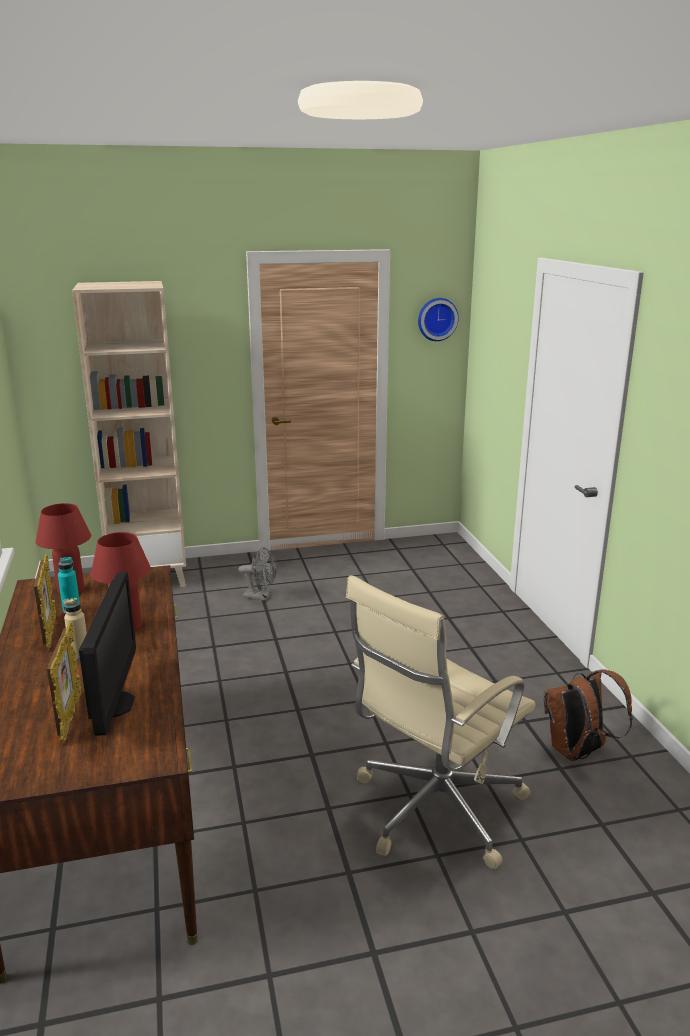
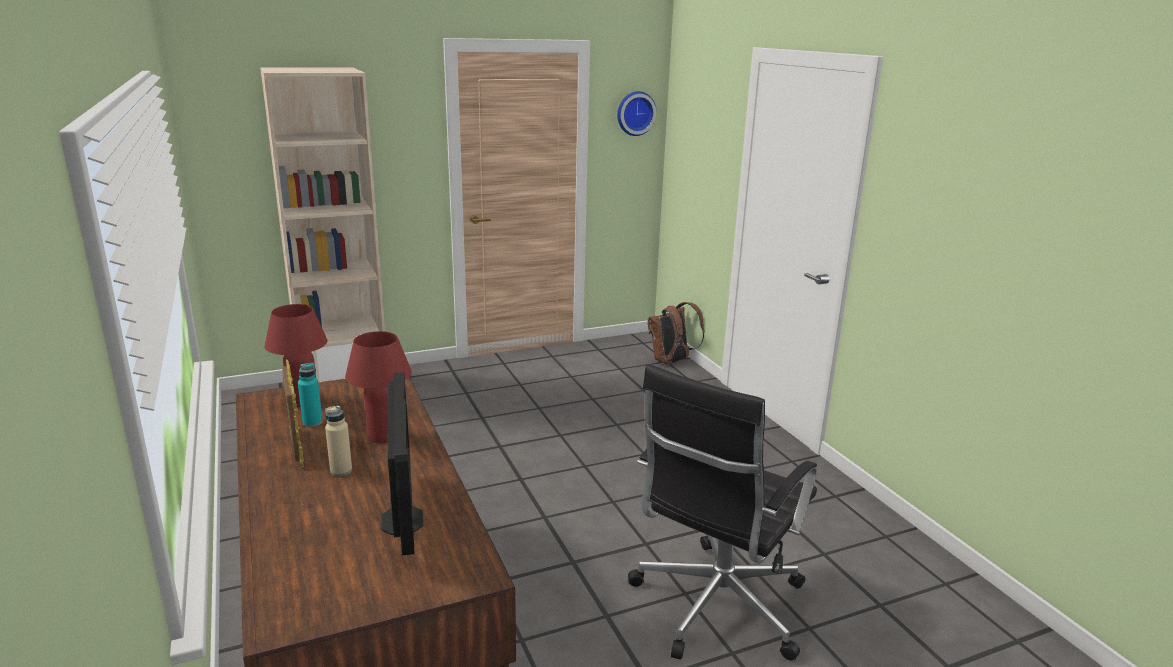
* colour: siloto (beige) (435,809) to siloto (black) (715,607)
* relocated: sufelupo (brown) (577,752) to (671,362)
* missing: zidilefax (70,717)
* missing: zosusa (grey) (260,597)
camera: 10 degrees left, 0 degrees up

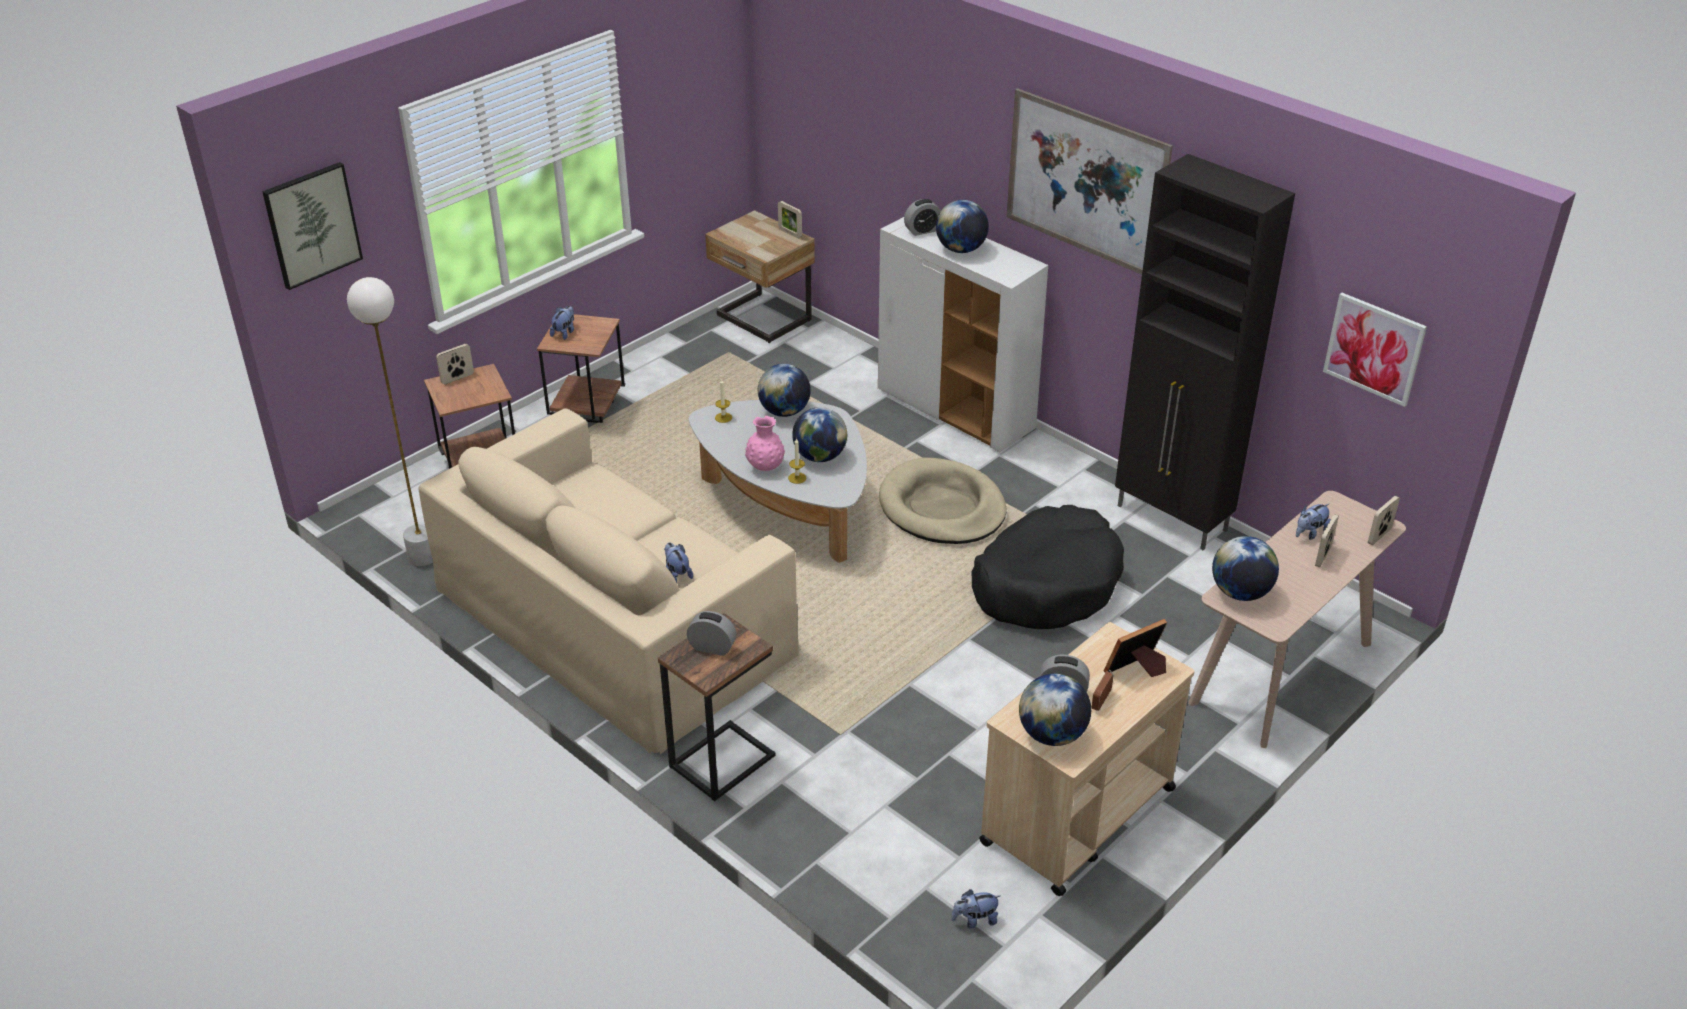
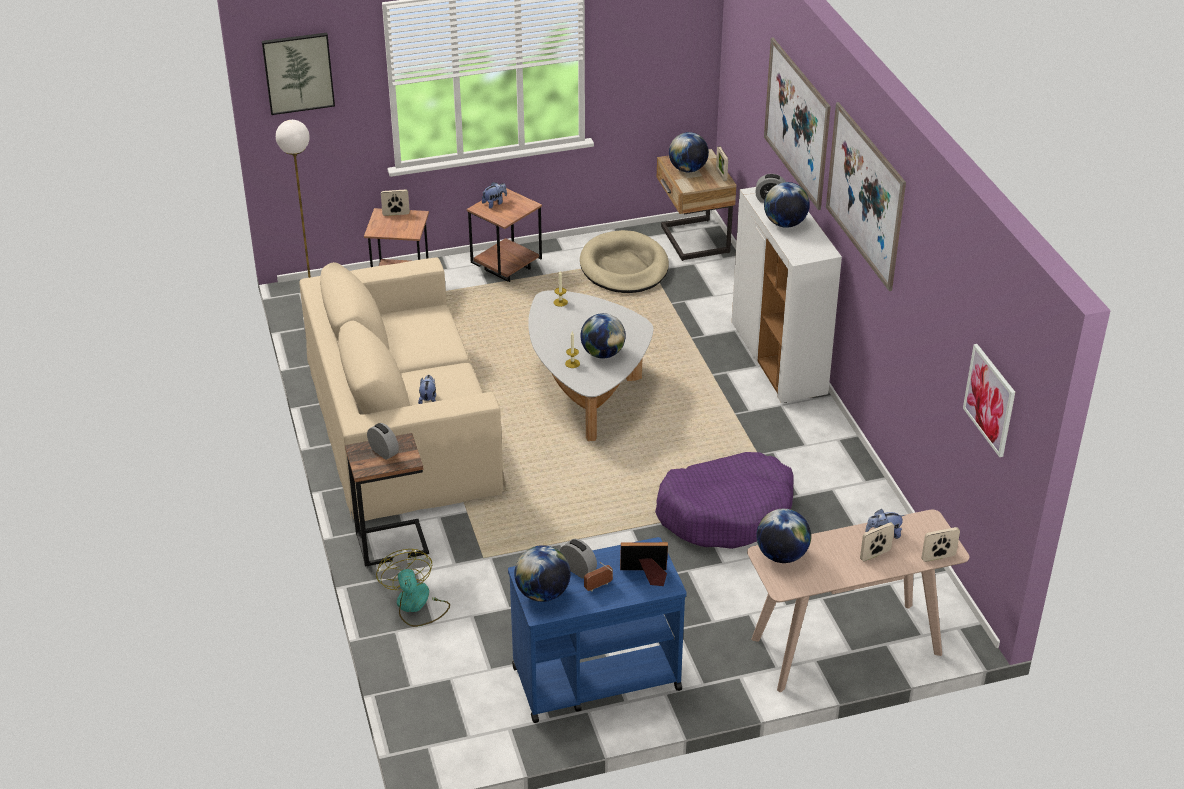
* appeared: zosusa (416,605)
* colour: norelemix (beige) (1076,816) to norelemix (blue) (595,678)
* relocated: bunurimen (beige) (942,507) to (624,267)
* colour: bunurimen (black) (1046,584) to bunurimen (purple) (726,512)
* relocated: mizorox (784,412) to (687,169)
* appeared: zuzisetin (796,122)
* missing: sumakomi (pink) (765,467)
* missing: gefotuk (975,920)
* missing: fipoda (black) (1172,519)
camera: 30 degrees right, 0 degrees up

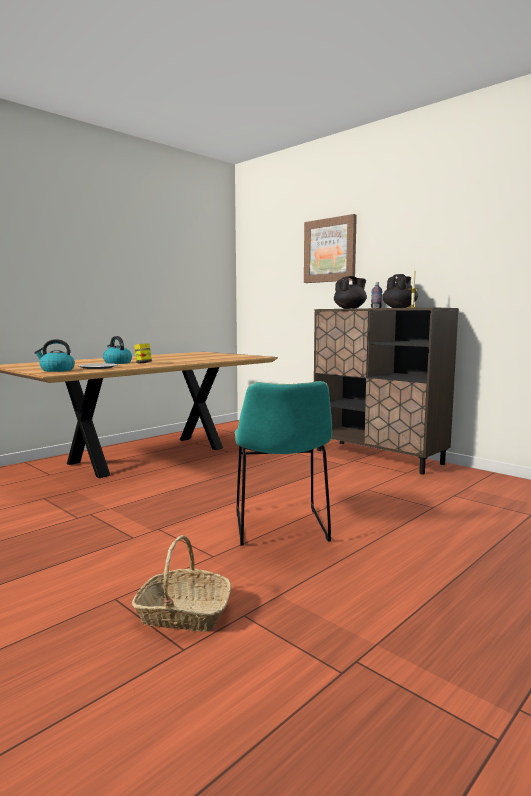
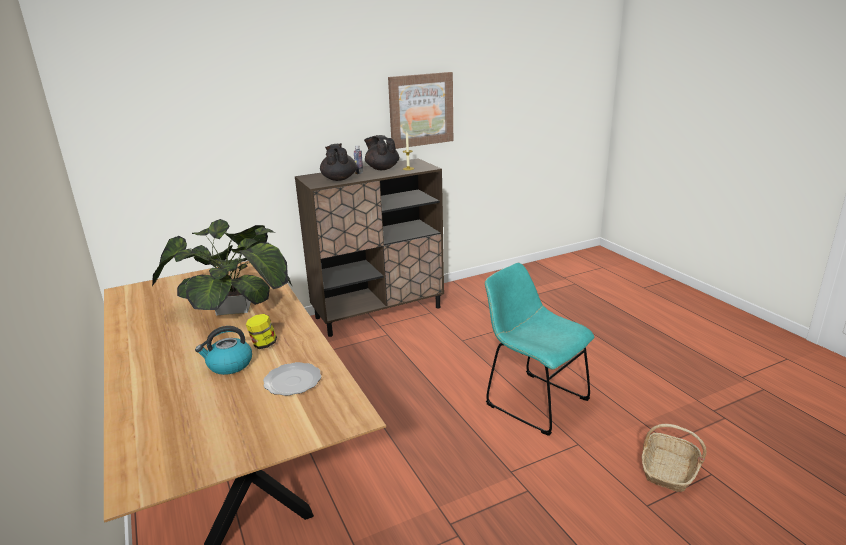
* appeared: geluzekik (234,307)
* relocated: zuzisetin (330,250) to (420,110)
* spun: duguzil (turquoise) (281,529) = (532,400) 150 degrees counterclockwise
* missing: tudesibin (56,370)
camera: 70 degrees left, 15 degrees up

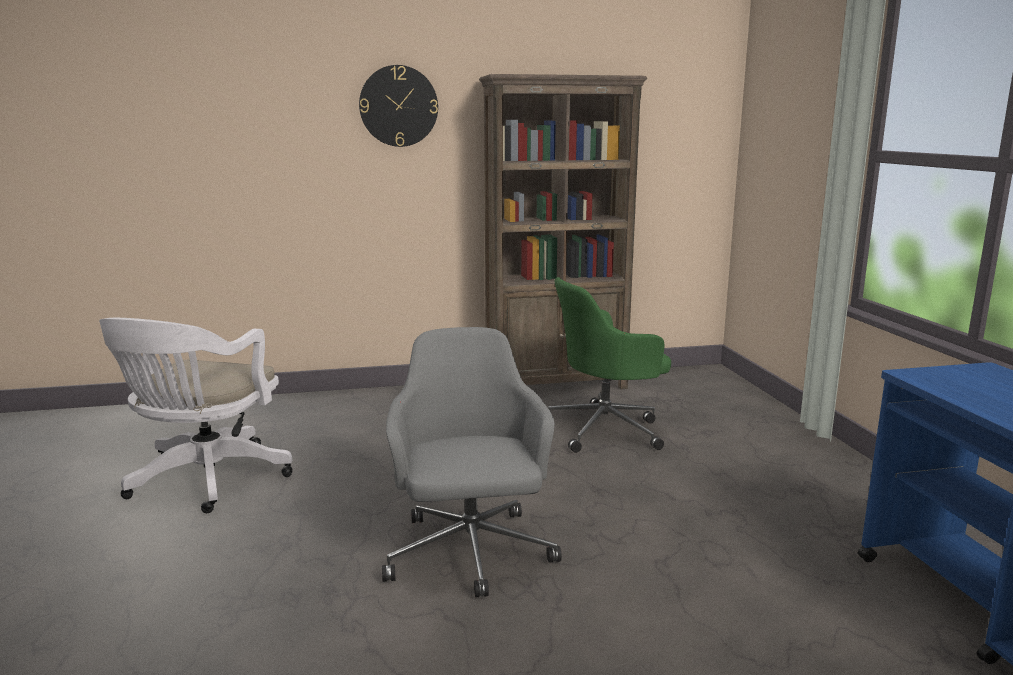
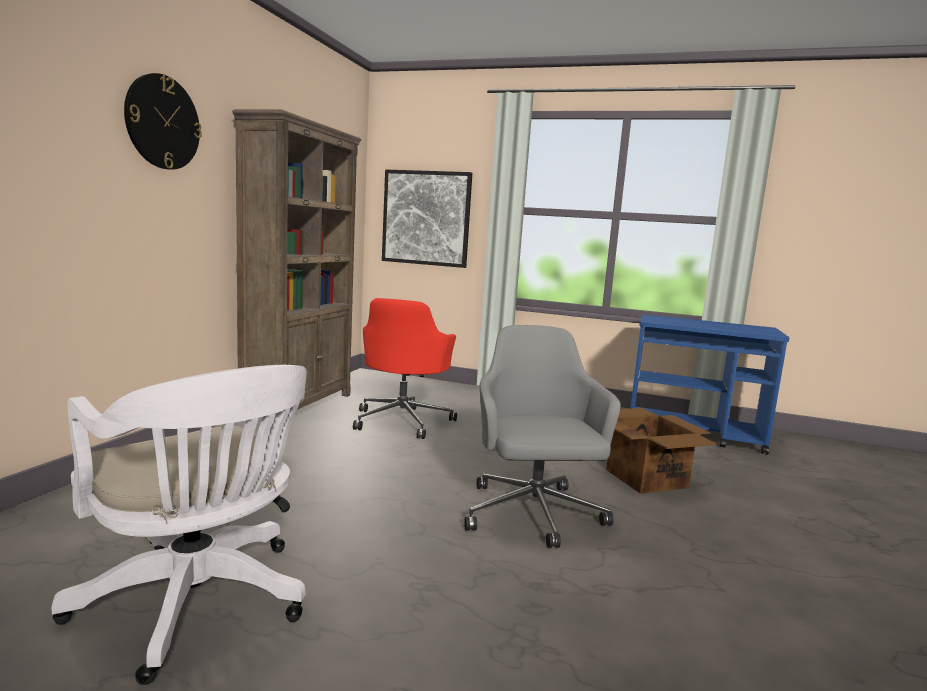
* colour: siloto (green) (606,429) to siloto (red) (403,420)
* appeared: zuzisetin (426,218)
* spun: siloto (grey) (470,554) = (533,515) 60 degrees clockwise
* appeared: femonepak (646,478)
camera: 60 degrees left, 5 degrees down

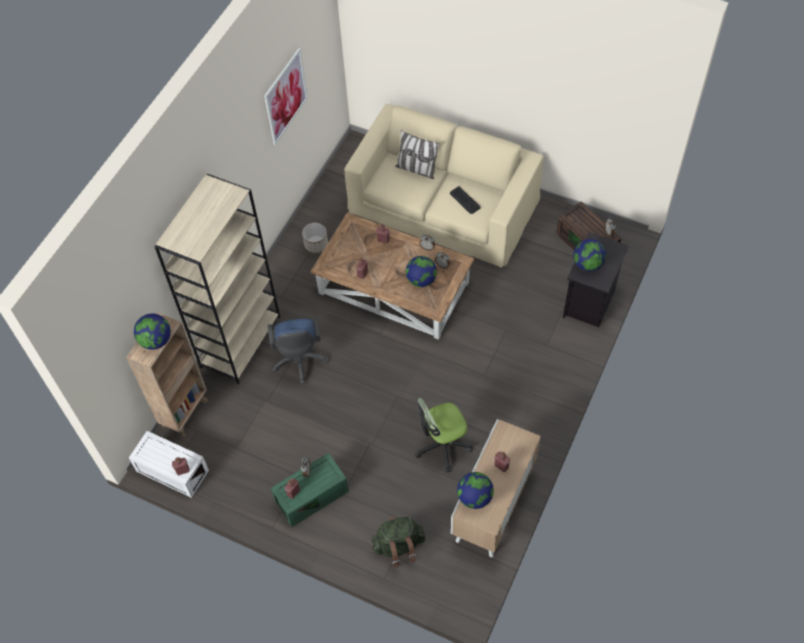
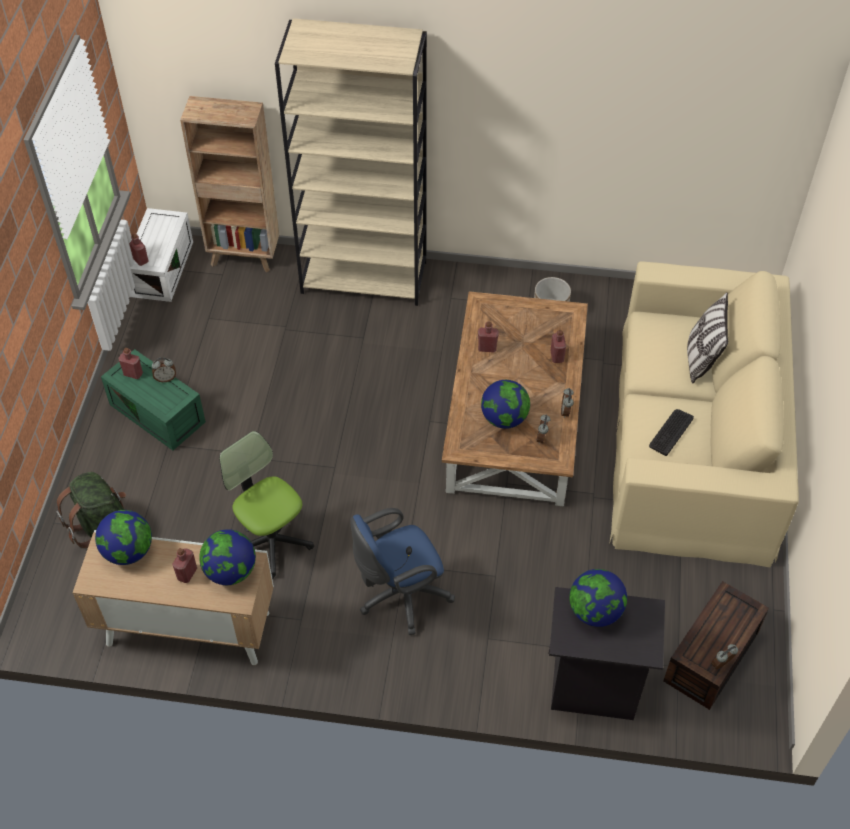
* relocated: mizorox (156,340) to (230,571)
* relocated: siloto (blue) (299,361) to (400,596)
* missing: zuzisetin (285,96)
camera: 70 degrees right, 5 degrees down

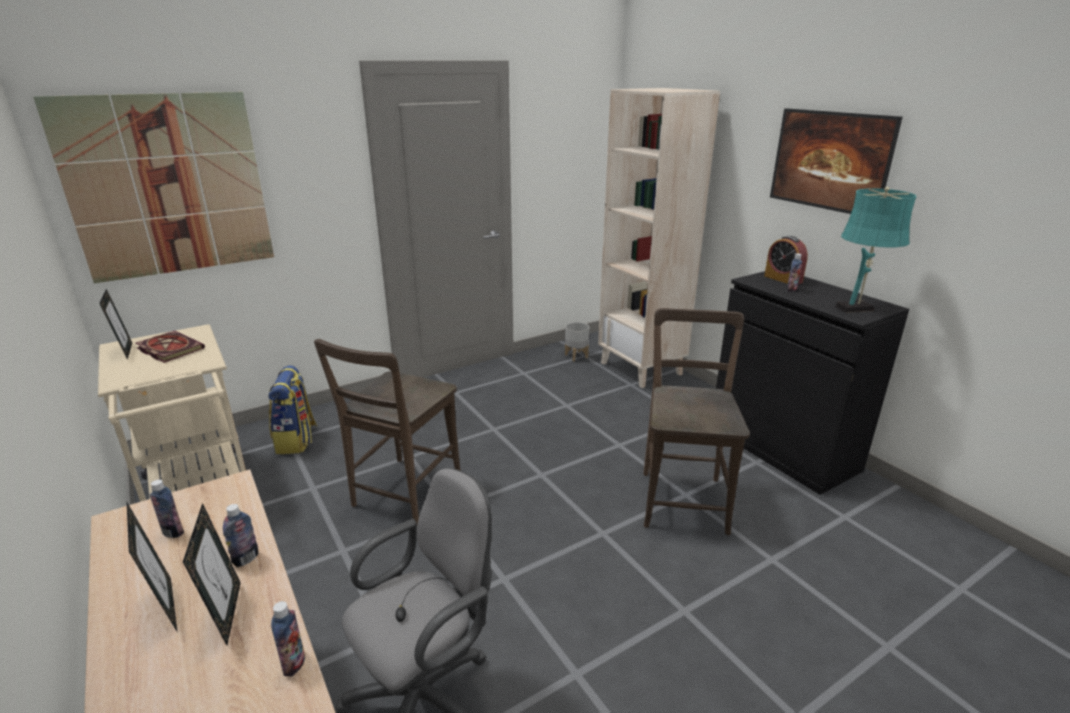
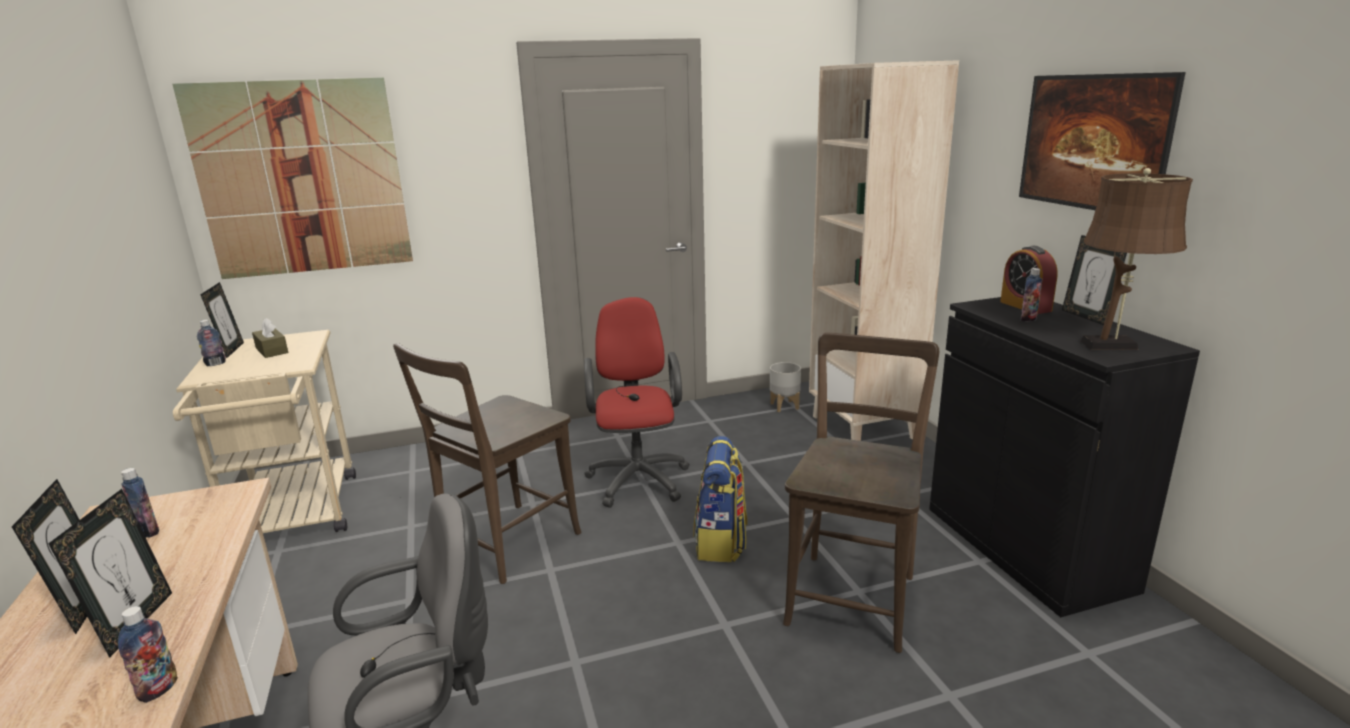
* relocated: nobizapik (246,559) to (215,364)
* exchanged: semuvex (168,349) to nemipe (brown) (272,350)
* appeared: siloto (red) (638,477)
* relocated: sufelupo (296,440) to (721,542)
* appeared: zidilefax (1087,317)
* colour: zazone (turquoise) (857,308) to zazone (brown) (1114,345)
camera: 15 degrees right, 5 degrees down

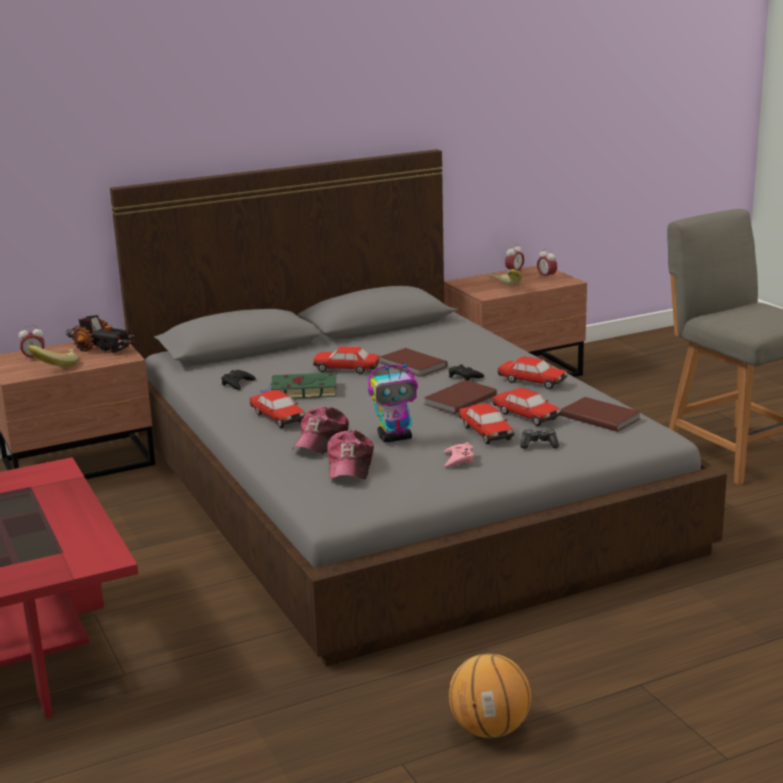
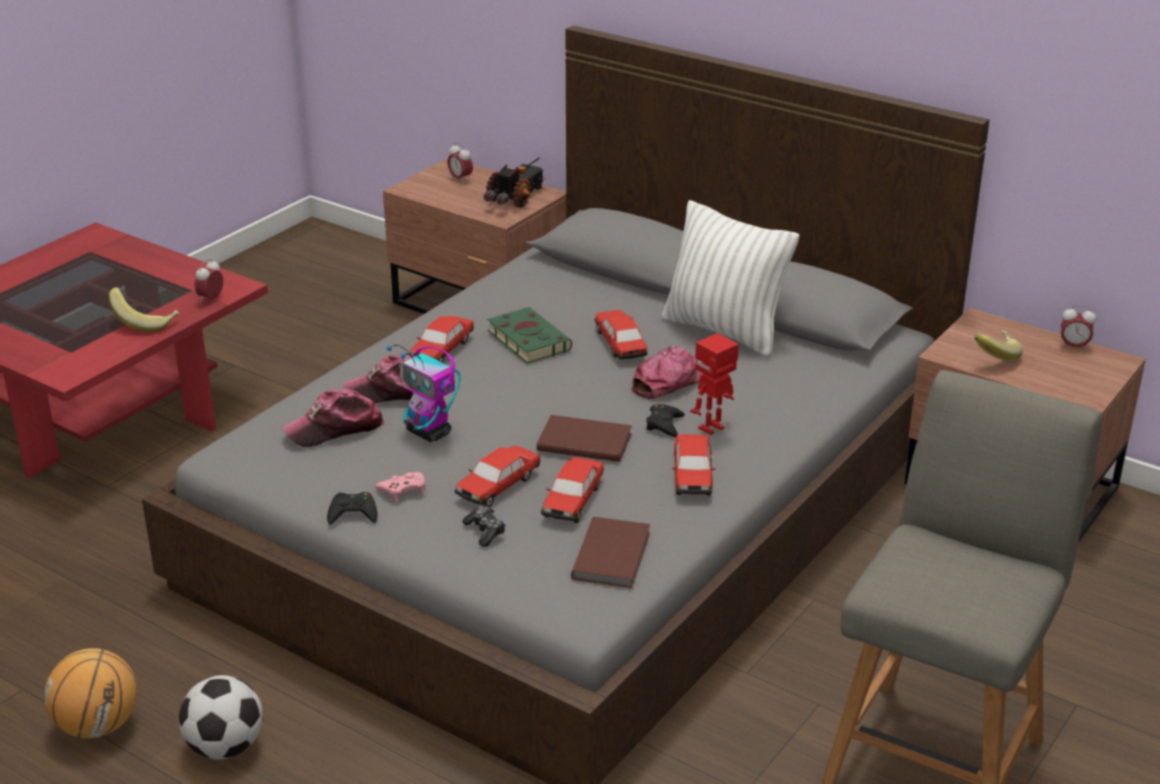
* relocated: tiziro (56,366) to (146,323)
* appeared: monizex (225,747)
* relocated: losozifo (546,277) to (211,299)
* relocated: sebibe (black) (237,383) to (353,513)
* spun: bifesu (102,348) = (516,198) 150 degrees counterclockwise
* exchanged: semuvex (brown) (412,365) to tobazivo (672,380)
* appeared: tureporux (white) (724,331)
* appeared: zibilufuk (712,429)
camera: 60 degrees right, 10 degrees up

